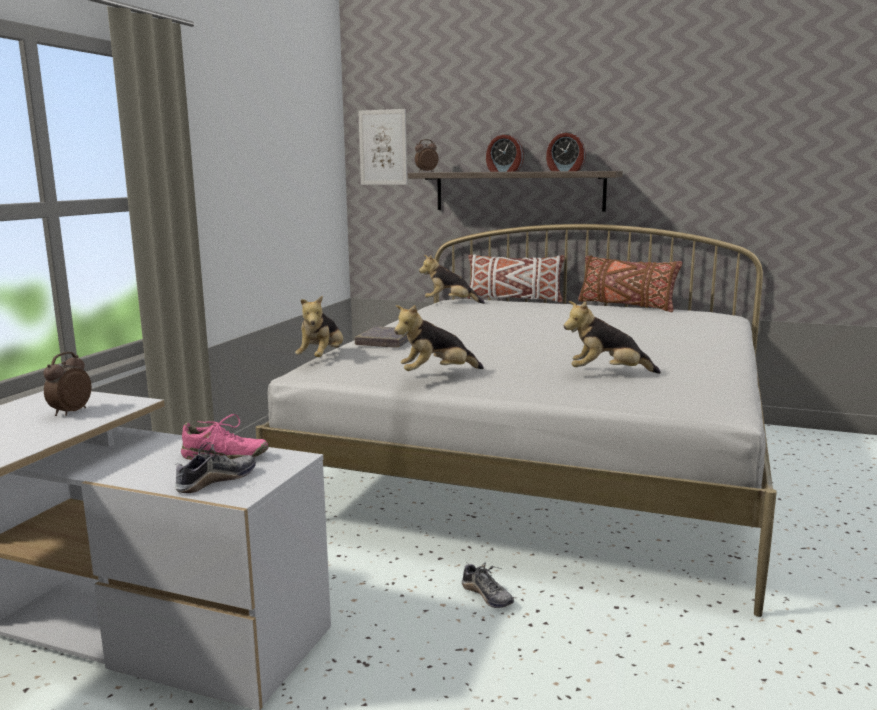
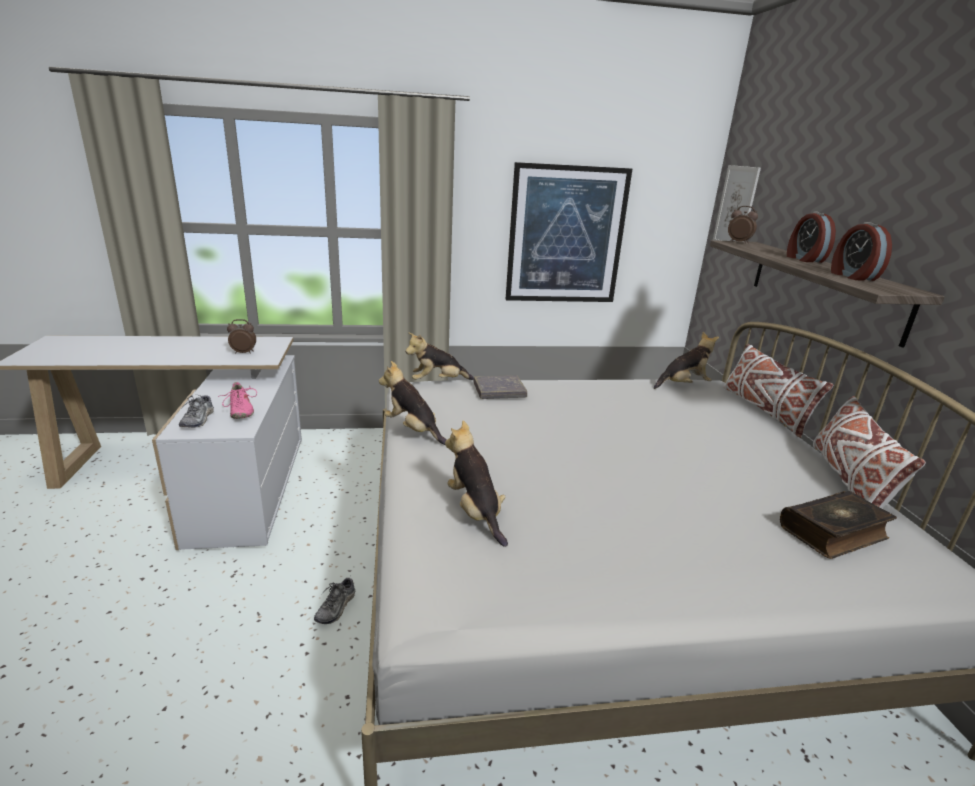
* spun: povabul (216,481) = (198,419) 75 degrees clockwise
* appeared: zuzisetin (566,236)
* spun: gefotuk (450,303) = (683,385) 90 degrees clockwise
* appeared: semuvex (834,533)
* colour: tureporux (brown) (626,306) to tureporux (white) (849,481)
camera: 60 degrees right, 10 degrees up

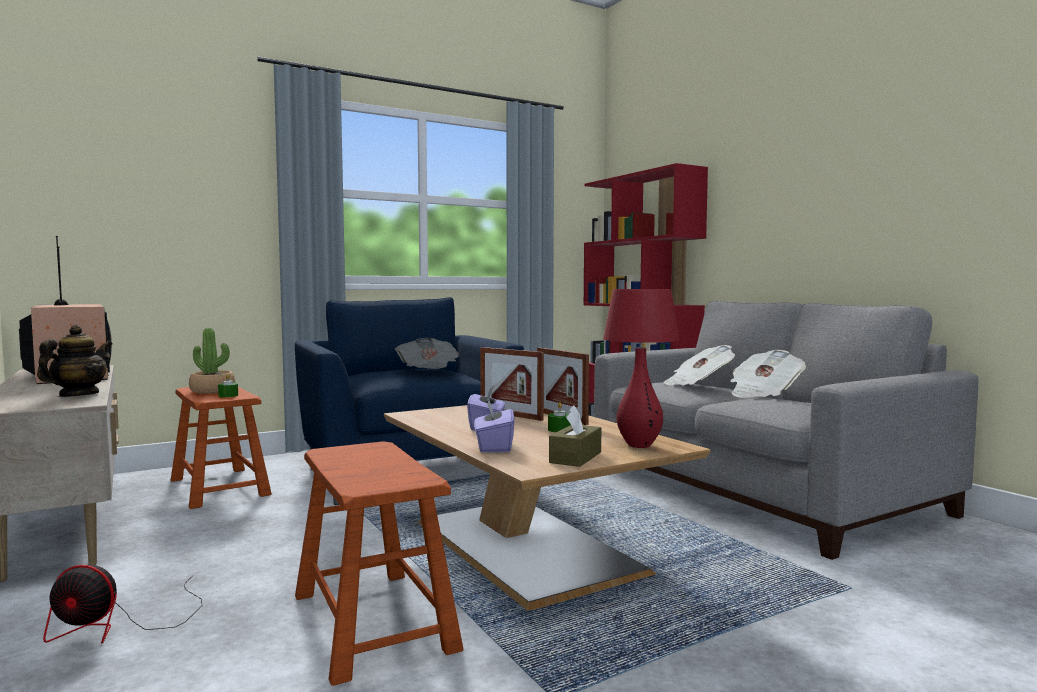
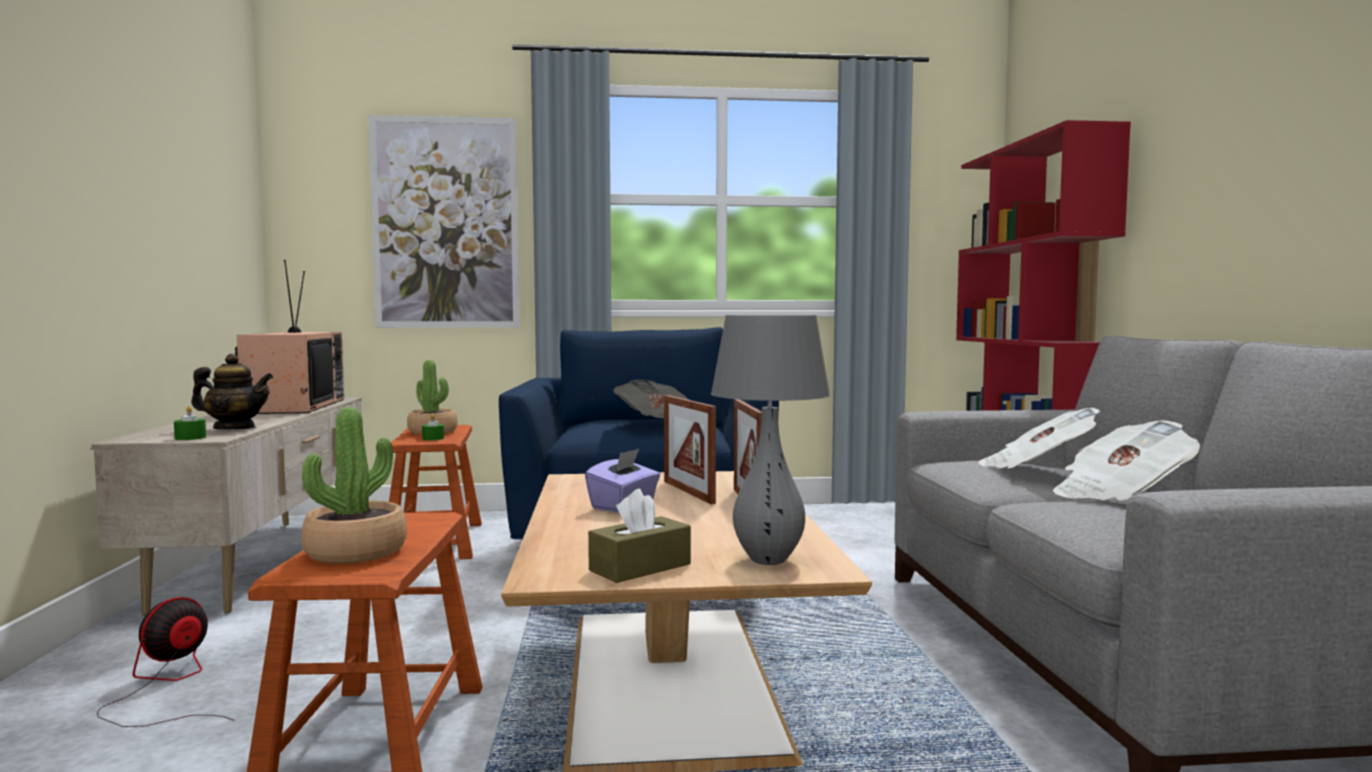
* spun: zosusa (121,624) = (168,686) 90 degrees clockwise
* relocated: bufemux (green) (559,430) to (190,438)
* spun: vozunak (78,395) = (234,429) 45 degrees clockwise
* appeared: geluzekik (355,552)
* appeared: zuzisetin (446,223)
* colour: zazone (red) (638,445) to zazone (grey) (768,560)
* missing: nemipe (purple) (494,447)
camera: 25 degrees right, 0 degrees up

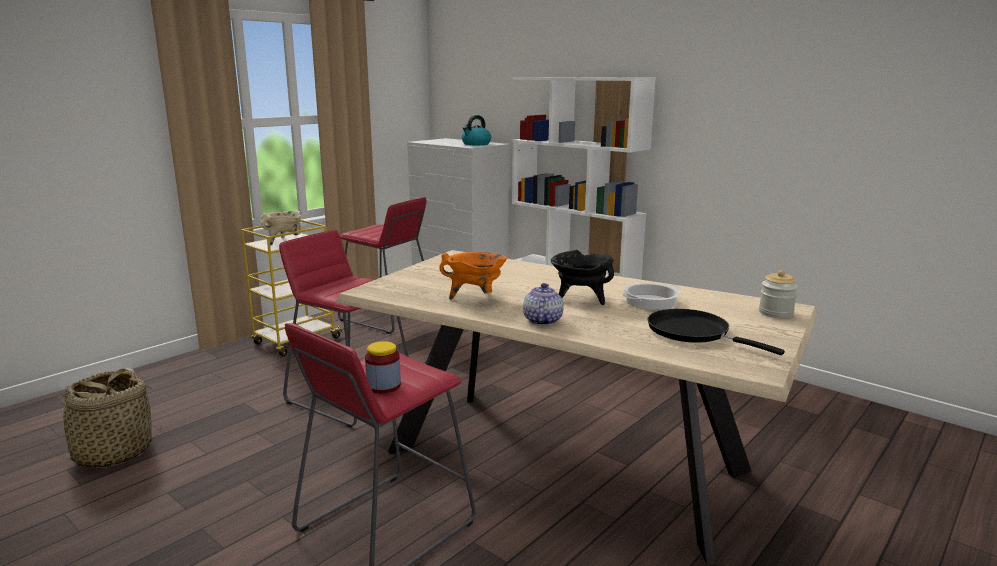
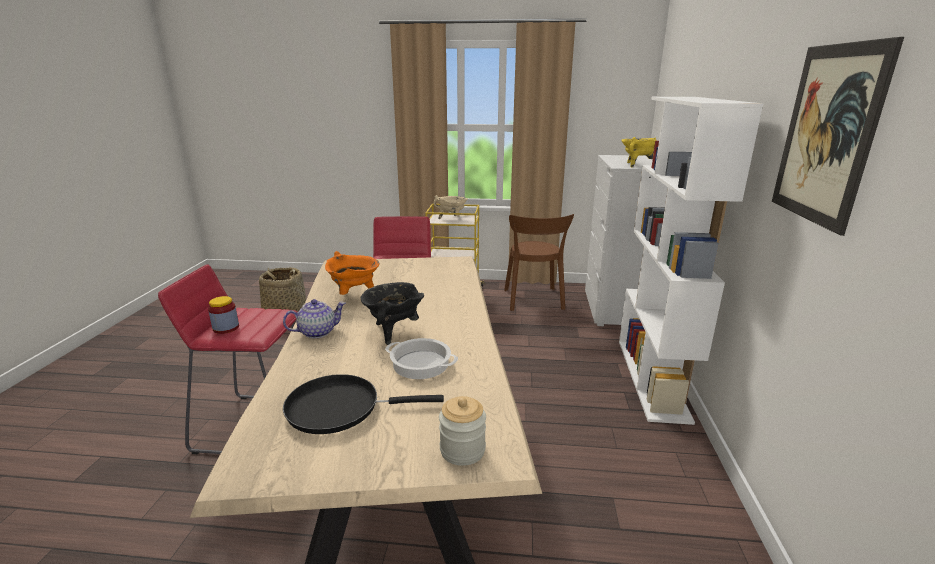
* spun: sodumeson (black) (693,332) = (340,408) 105 degrees counterclockwise
* exchanged: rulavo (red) (387,317) to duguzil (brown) (533,301)
* exchanged: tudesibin (476,144) to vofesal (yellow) (636,165)
* appeared: zuzisetin (826,135)
camera: 55 degrees right, 5 degrees up

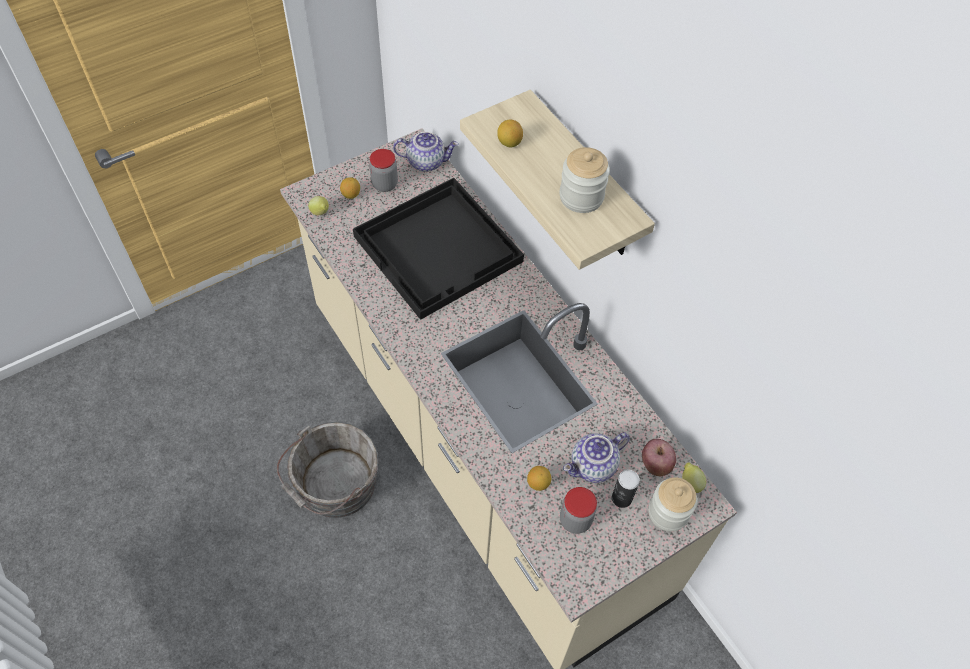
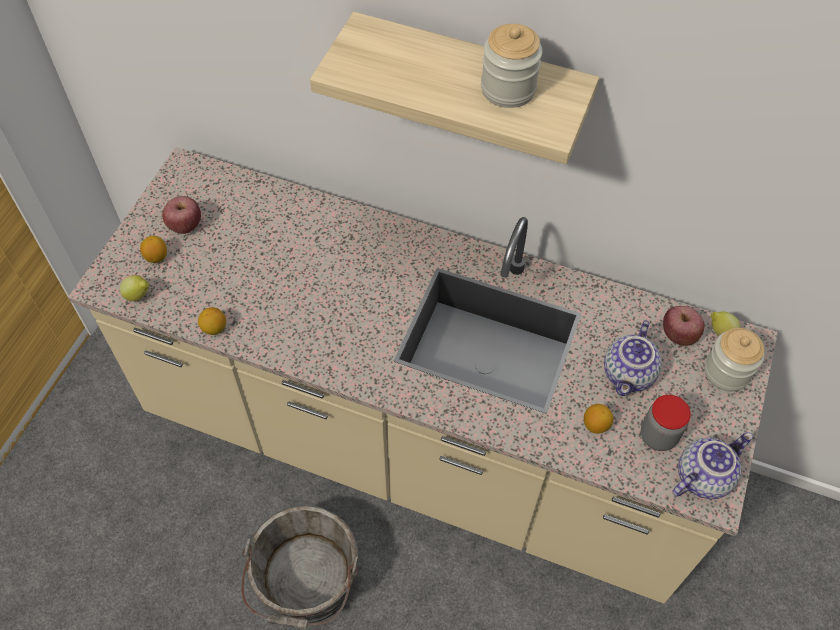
* exchanged: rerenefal (384,184) to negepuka (185,225)
* relocated: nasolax (509,143) to (214,328)
* relocated: vozunak (426,161) to (702,476)
* missing: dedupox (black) (439,249)
* missing: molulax (621,498)
camera: 35 degrees left, 0 degrees up

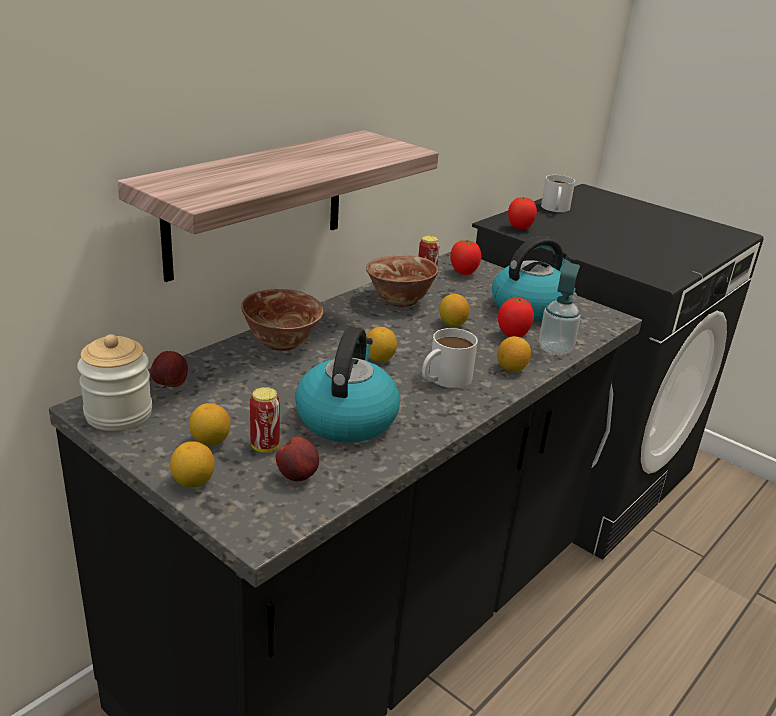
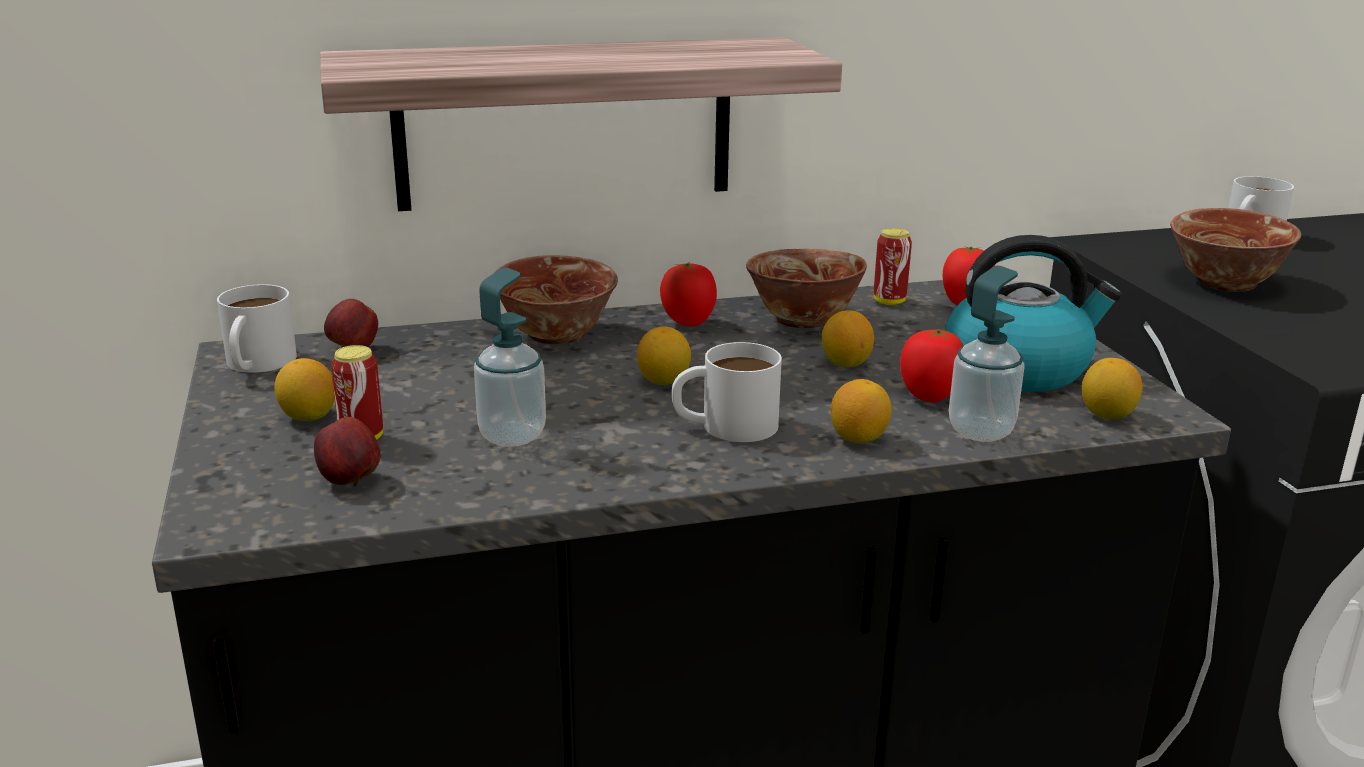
* exchanged: rerenefal (118,414) to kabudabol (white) (256,364)
* exchanged: tudesibin (346,418) to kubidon (512,435)
* relocated: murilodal (519,228) to (689,324)
* relocated: nasolax (193,482) to (1107,415)
* appeared: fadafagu (1225,284)
camera: 35 degrees right, 5 degrees down

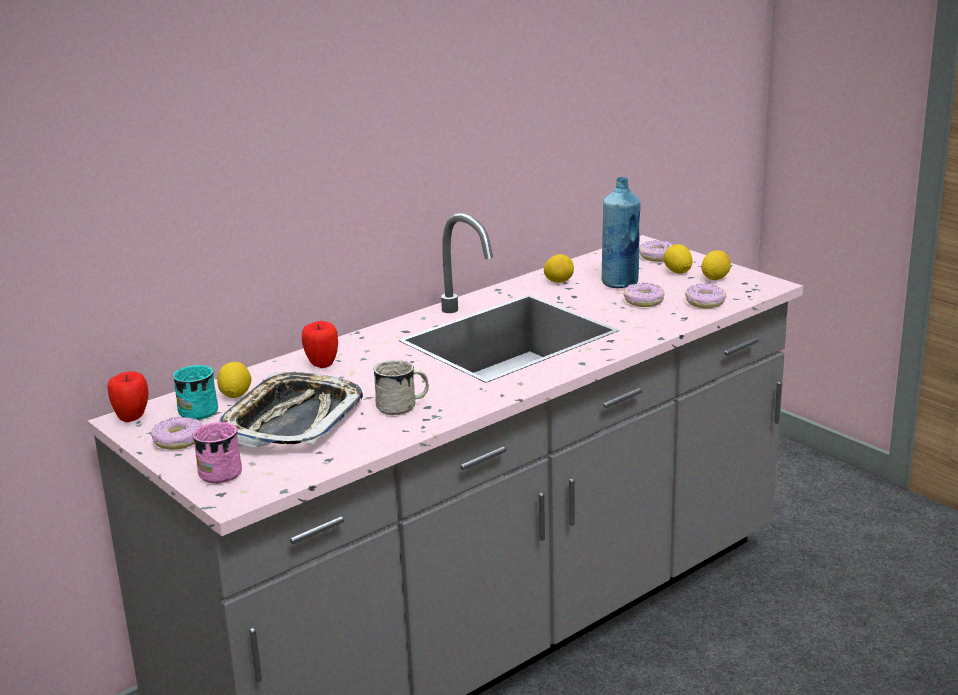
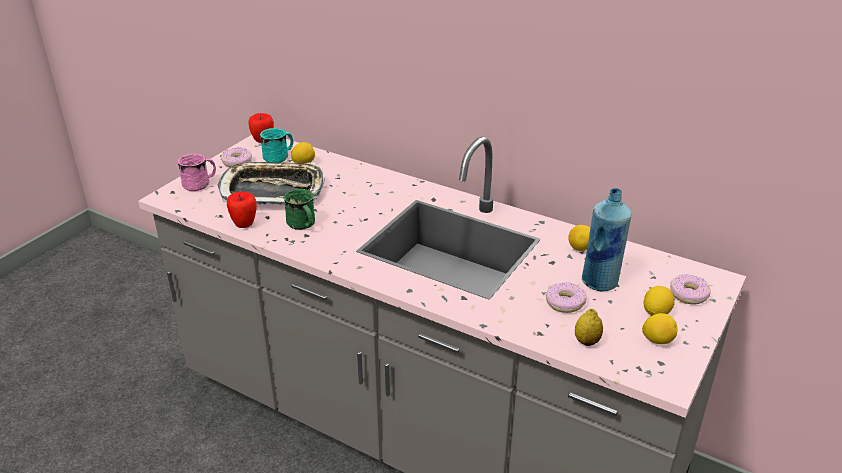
* relocated: negepuka (322,364) to (244,224)
* colour: kabudabol (white) (403,407) to kabudabol (green) (302,225)
* exchanged: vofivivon (705,302) to nasolax (587,341)
camera: 70 degrees right, 10 degrees up

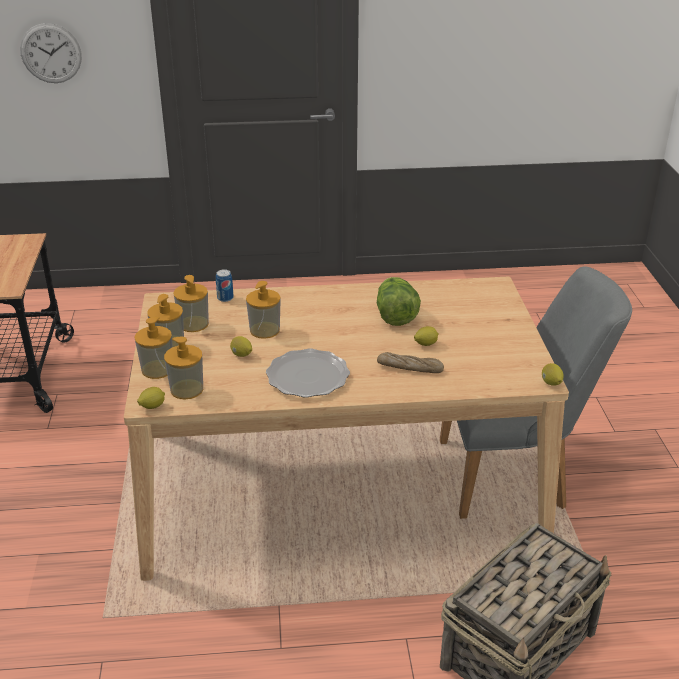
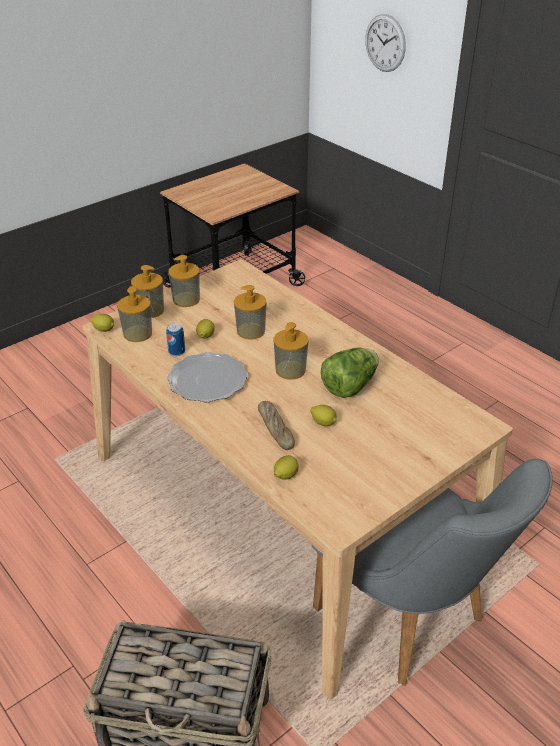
* relocated: molulax (225,298) to (176,351)
* relocated: kubidon (193,324) to (290,370)
* relocated: nasolax (551,383) to (285,475)
camera: 55 degrees right, 5 degrees up

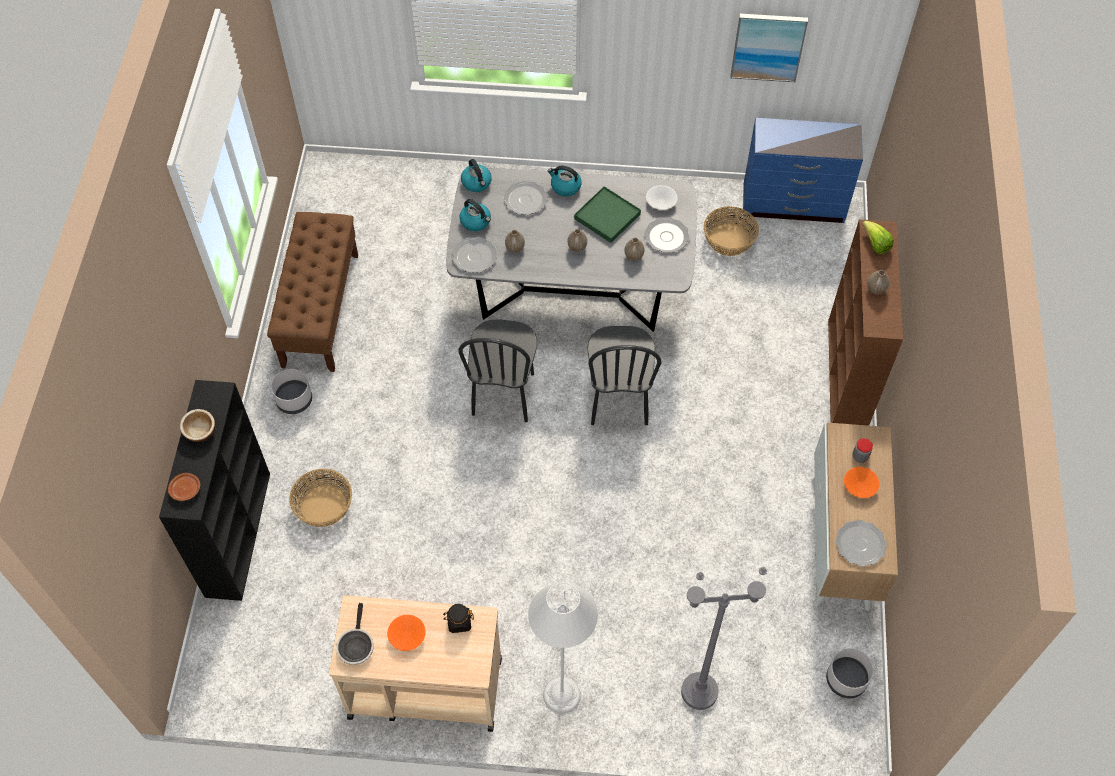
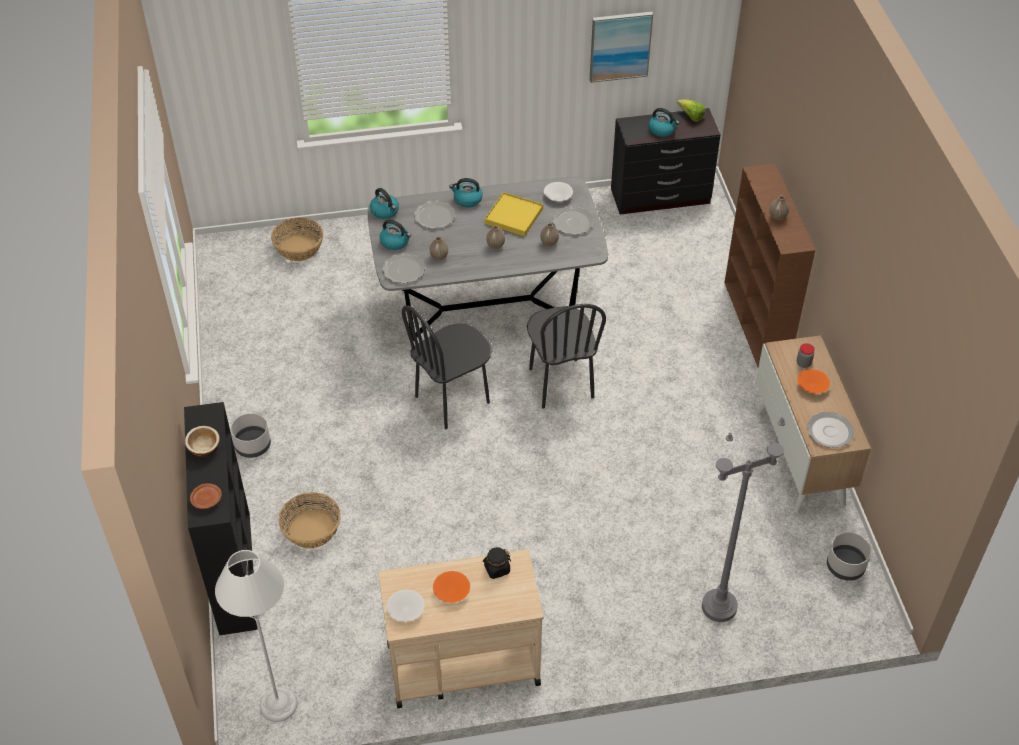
* relocated: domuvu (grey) (561,695) to (278,704)
* relocated: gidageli (729,239) to (299,248)
* exchanged: sodumeson (355,645) to fadafagu (white) (405,610)
* spun: duguzil (black) (504,394) = (452,400) 60 degrees clockwise
* colour: dedupox (green) (607,216) to dedupox (yellow) (514,216)
* colour: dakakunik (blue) (794,204) to dakakunik (black) (661,197)
* appeared: tudesibin (662,130)
* relocated: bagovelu (875,244) to (690,116)
* missing: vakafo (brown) (320,309)
camera: 15 degrees left, 10 degrees down

